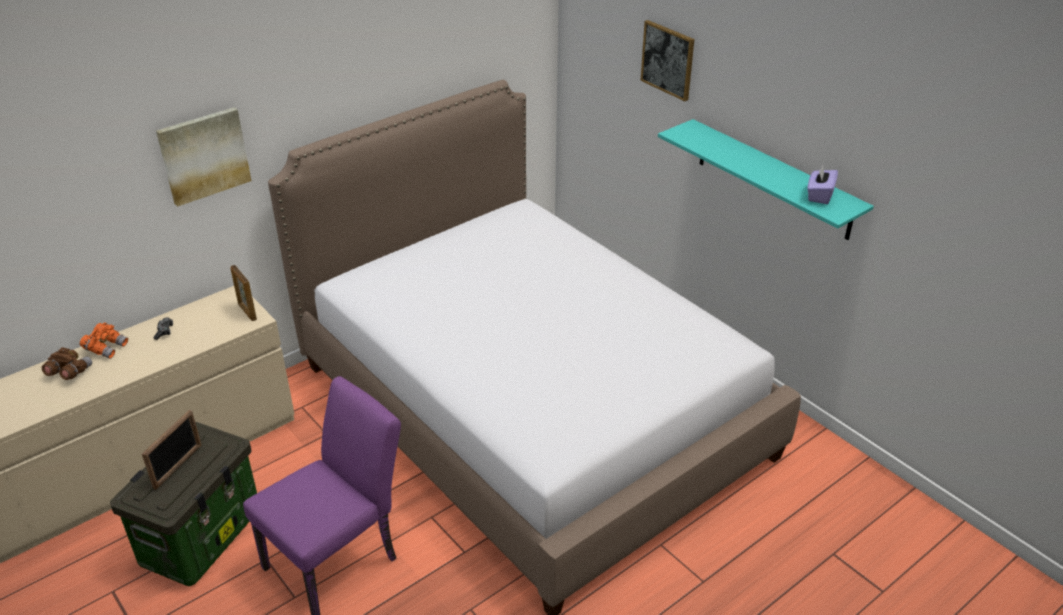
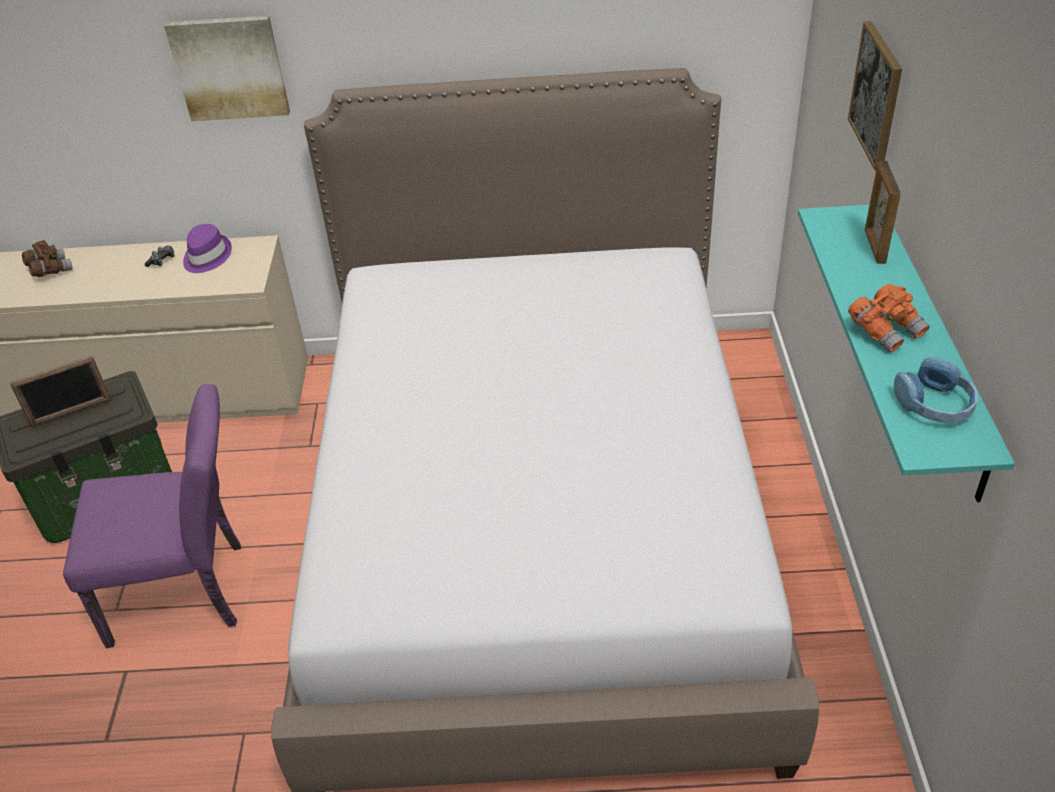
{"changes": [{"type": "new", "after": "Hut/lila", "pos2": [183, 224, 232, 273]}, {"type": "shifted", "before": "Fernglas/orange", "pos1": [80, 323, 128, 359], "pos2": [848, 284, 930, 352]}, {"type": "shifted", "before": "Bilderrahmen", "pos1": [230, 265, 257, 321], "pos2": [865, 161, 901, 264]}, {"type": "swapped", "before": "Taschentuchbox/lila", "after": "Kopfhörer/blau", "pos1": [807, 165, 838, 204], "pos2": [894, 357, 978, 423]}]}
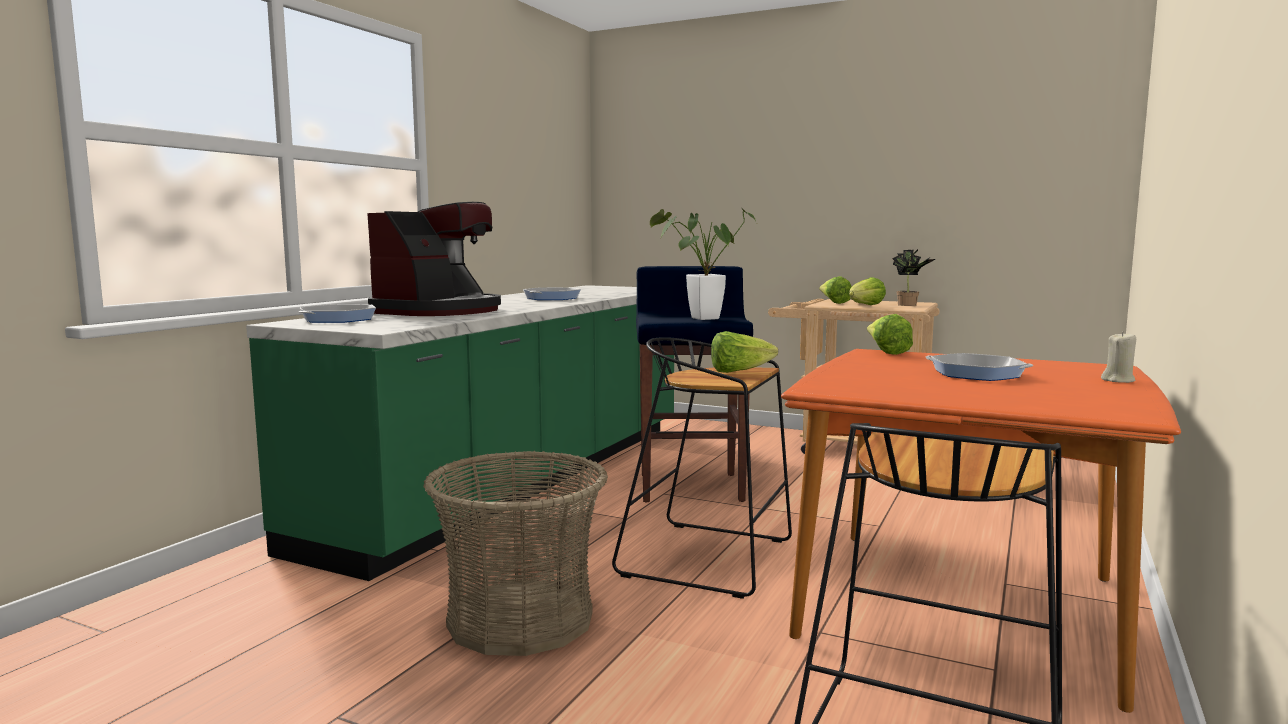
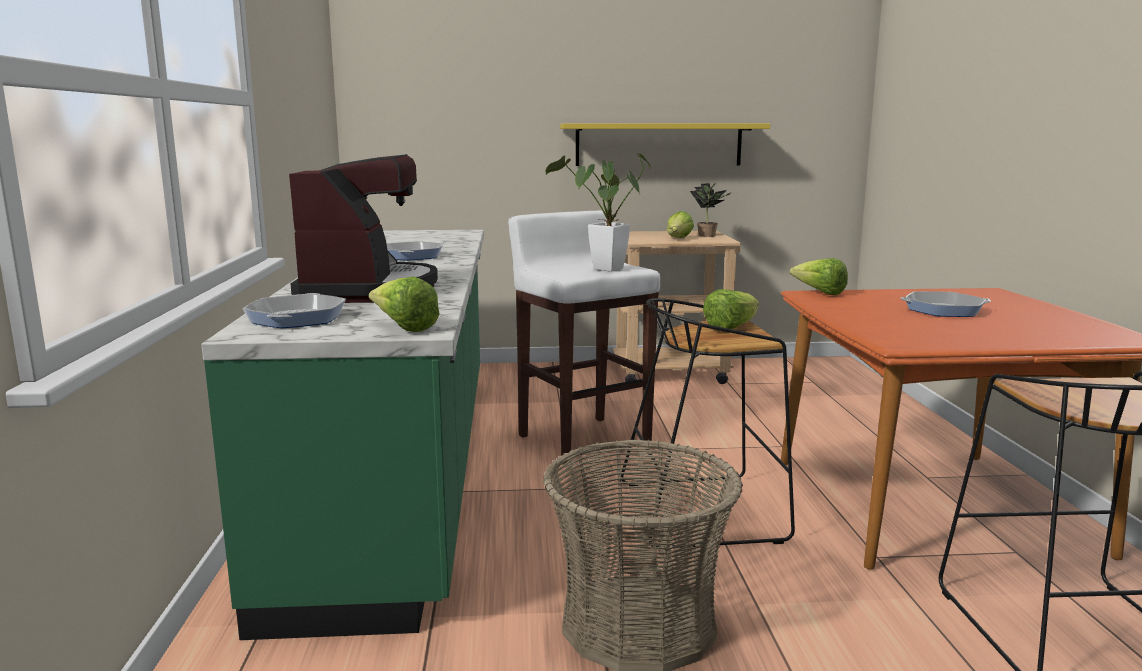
{"changes": [{"type": "gone", "before": "Kerze/beige", "pos1": [1101, 331, 1136, 383]}, {"type": "new", "after": "Wandregal/gelb", "pos2": [560, 123, 770, 166]}, {"type": "shifted", "before": "Salatkopf", "pos1": [819, 276, 852, 304], "pos2": [369, 276, 440, 332]}, {"type": "repainted", "before": "Hocker/blau", "after": "Hocker/weiß", "pos1": [636, 266, 753, 503], "pos2": [508, 210, 660, 465]}]}
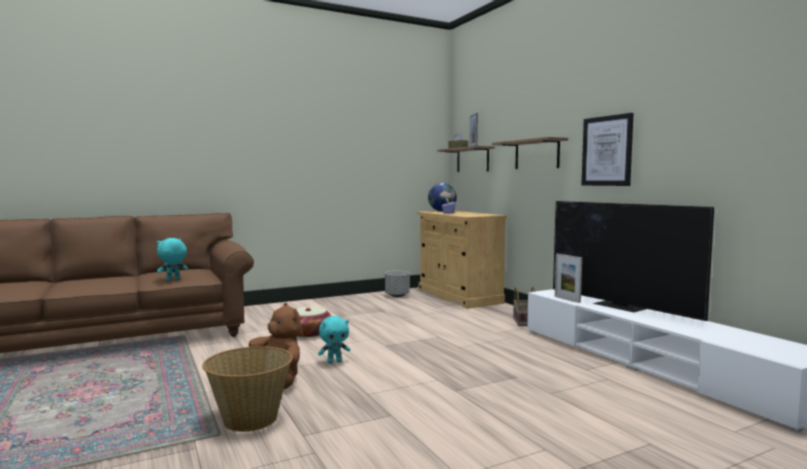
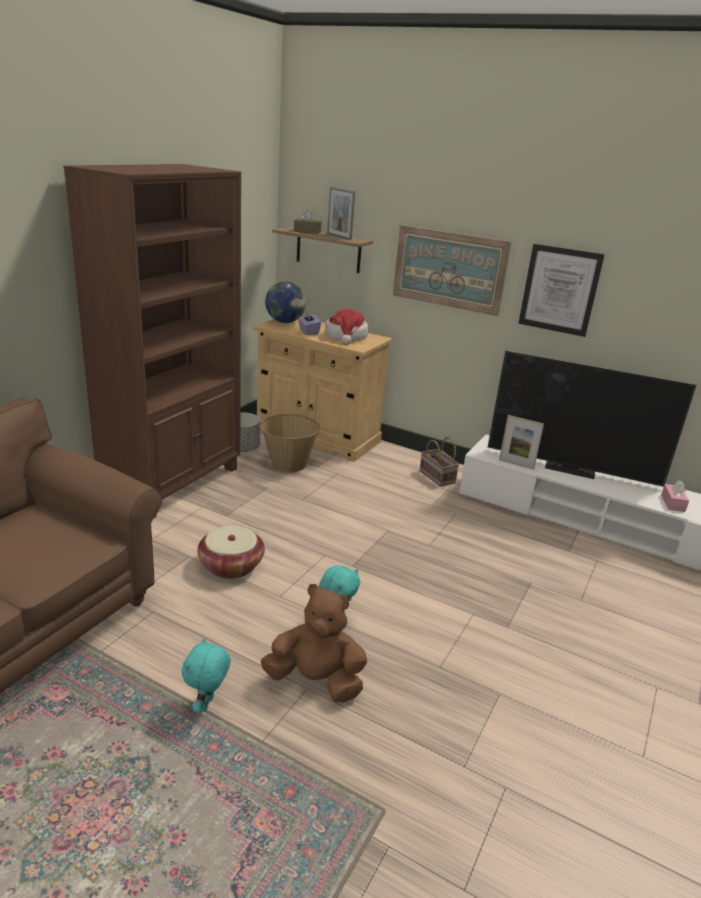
{"changes": [{"type": "new", "after": "Bücherregal/braun", "pos2": [63, 164, 241, 518]}, {"type": "new", "after": "Hut", "pos2": [325, 309, 368, 345]}, {"type": "new", "after": "Taschentuchbox/rosa", "pos2": [661, 480, 689, 512]}, {"type": "shifted", "before": "Plüschtier/türkis", "pos1": [157, 238, 188, 280], "pos2": [182, 637, 231, 713]}, {"type": "shifted", "before": "Korb", "pos1": [202, 346, 293, 432], "pos2": [260, 414, 320, 472]}, {"type": "swapped", "before": "Wandregal", "after": "Bild", "pos1": [492, 137, 568, 169], "pos2": [393, 225, 511, 316]}]}
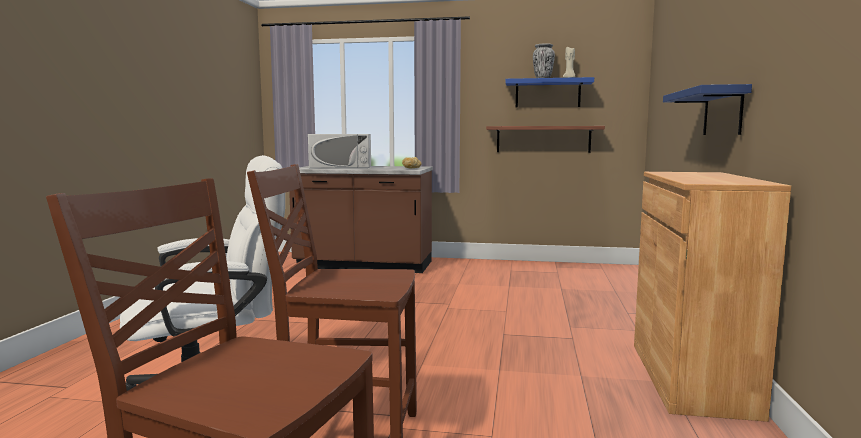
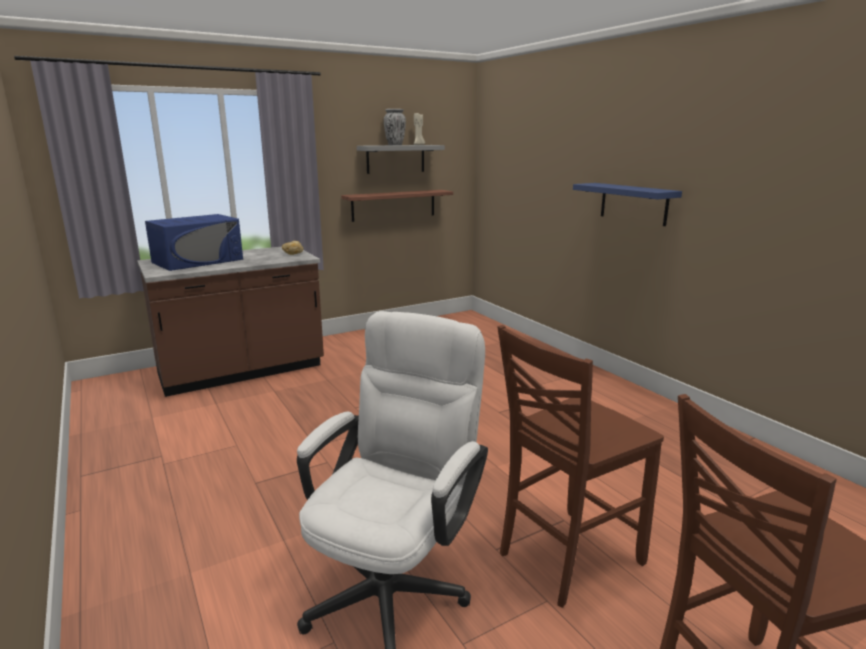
{"changes": [{"type": "gone", "before": "Schrank/braun", "pos1": [634, 172, 791, 422]}, {"type": "repainted", "before": "Mikrowelle/weiß", "after": "Mikrowelle/blau", "pos1": [308, 134, 371, 168], "pos2": [145, 214, 243, 271]}, {"type": "repainted", "before": "Wandregal/blau", "after": "Wandregal/grau", "pos1": [505, 77, 594, 107], "pos2": [357, 145, 445, 174]}]}
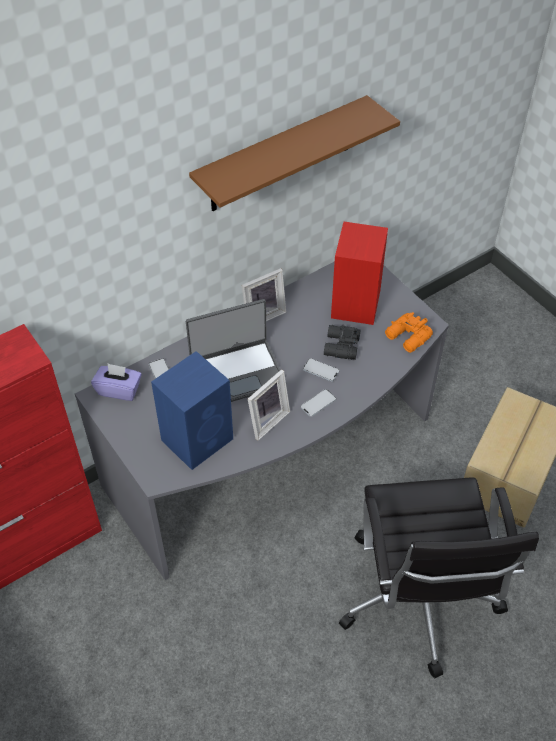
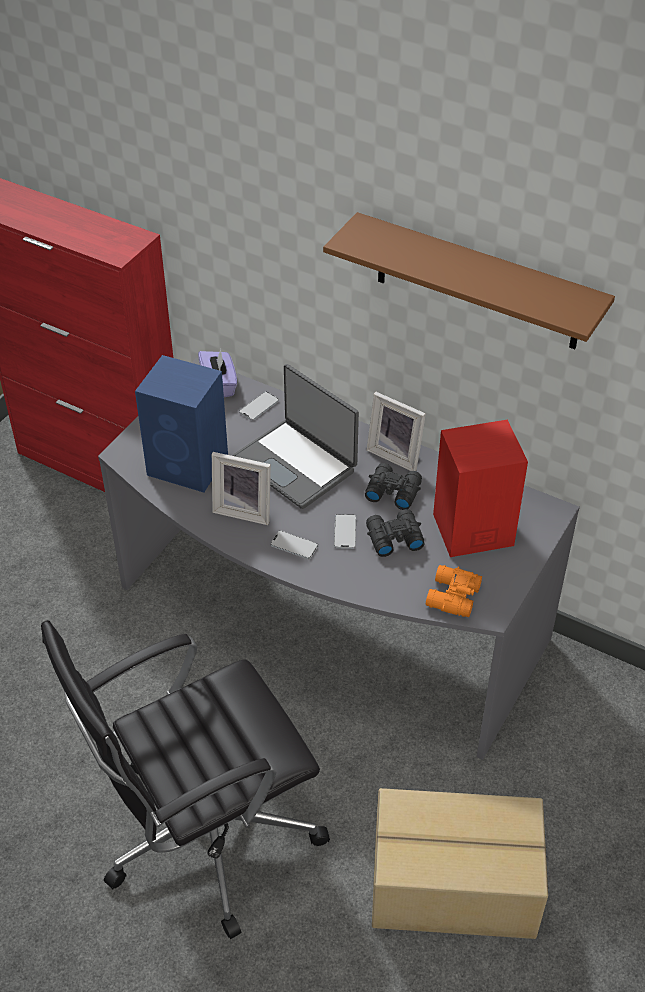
{"changes": [{"type": "new", "after": "Fernglas/schwarz", "pos2": [365, 463, 422, 510]}]}
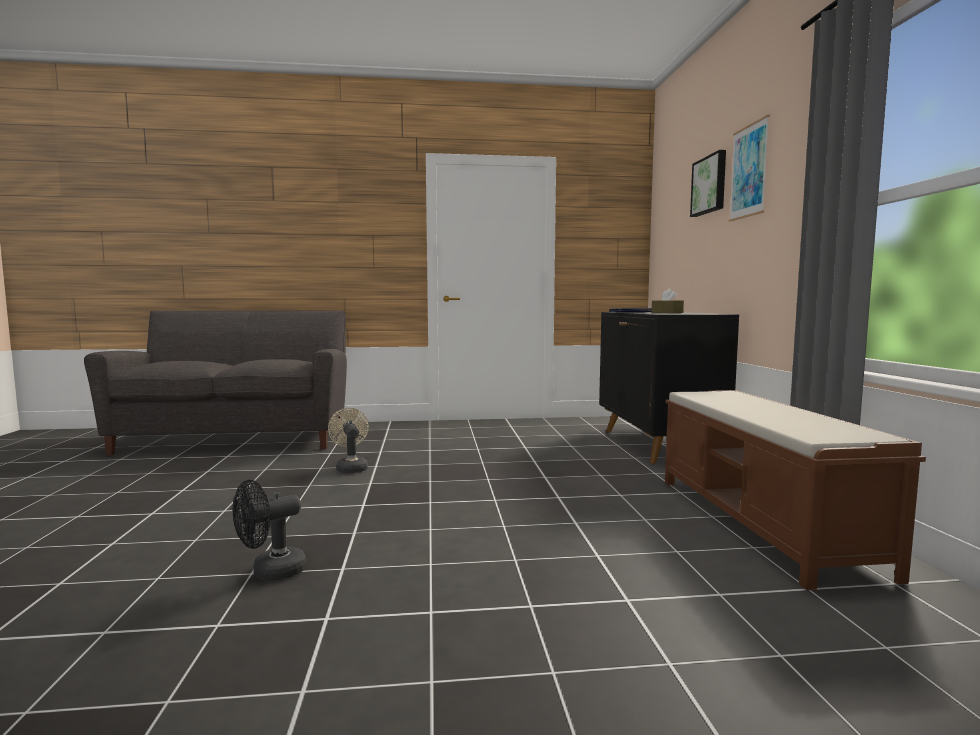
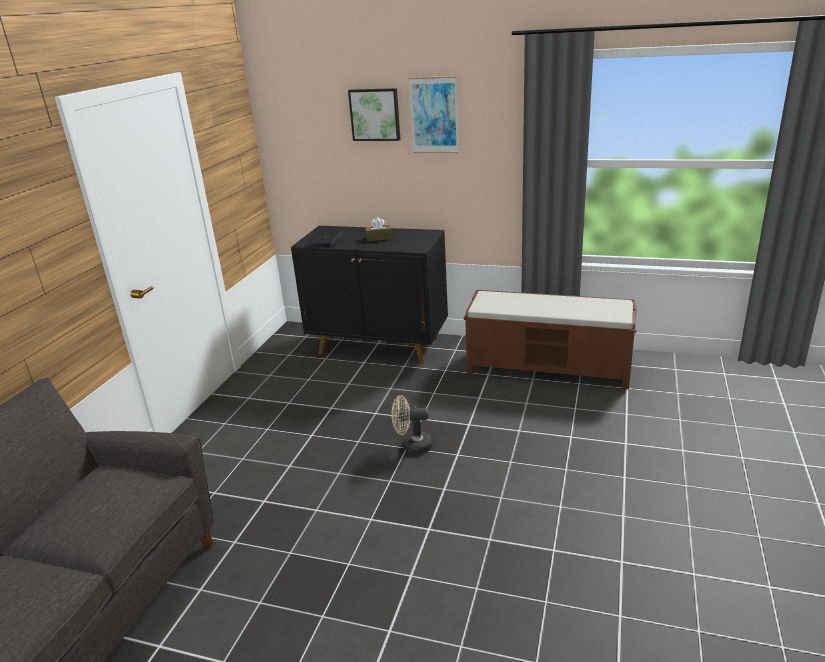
{"changes": [{"type": "gone", "before": "Ventilator/schwarz", "pos1": [233, 480, 306, 581]}, {"type": "shifted", "before": "Ventilator/beige", "pos1": [328, 408, 369, 473], "pos2": [392, 395, 432, 454]}]}
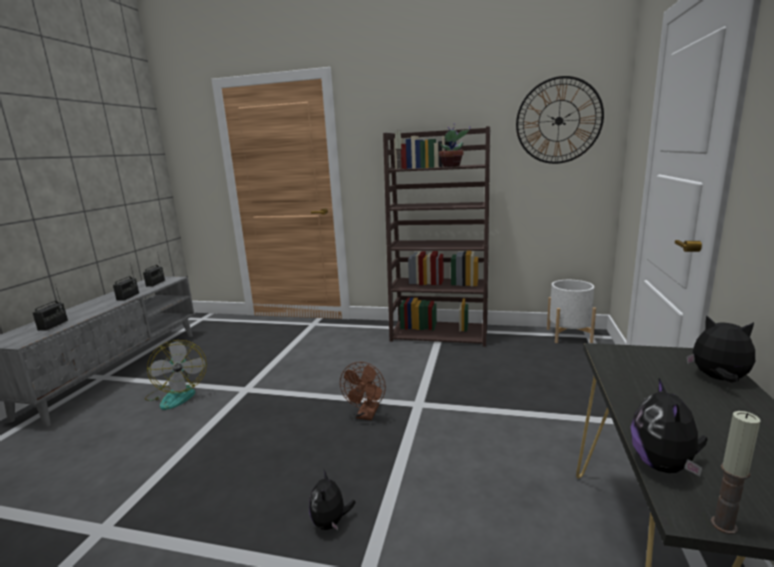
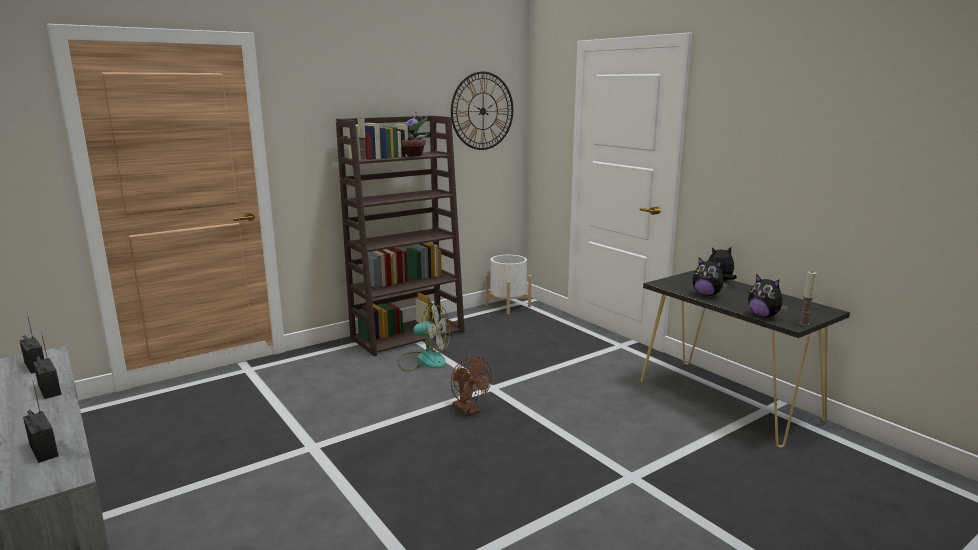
{"changes": [{"type": "shifted", "before": "Ventilator", "pos1": [145, 340, 207, 410], "pos2": [398, 303, 450, 371]}, {"type": "shifted", "before": "Plüschtier", "pos1": [309, 470, 356, 530], "pos2": [693, 257, 729, 296]}]}
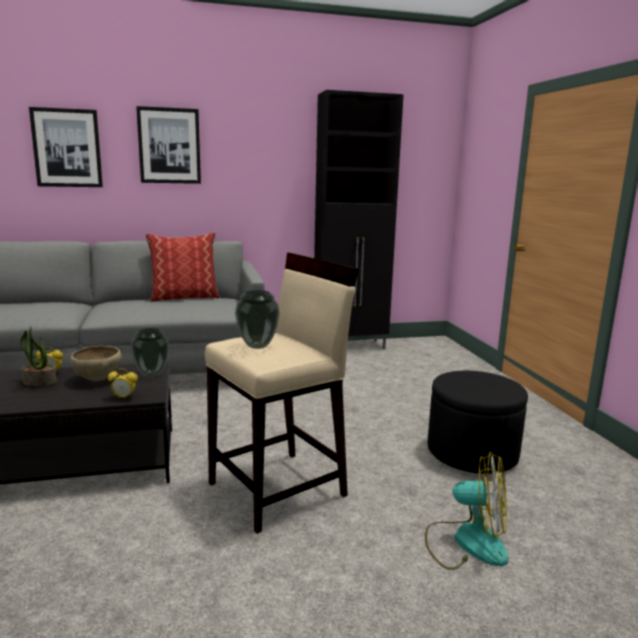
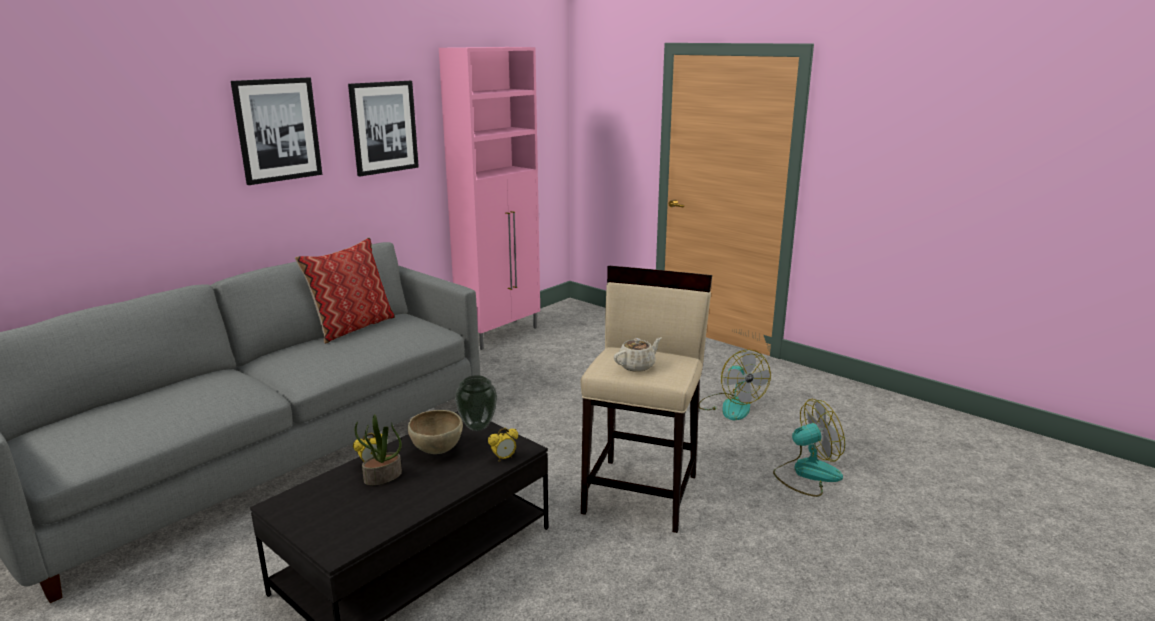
{"changes": [{"type": "shifted", "before": "Bild", "pos1": [29, 107, 103, 187], "pos2": [348, 81, 419, 176]}, {"type": "swapped", "before": "Vase", "after": "Teekanne/beige", "pos1": [235, 290, 280, 349], "pos2": [614, 337, 662, 372]}, {"type": "swapped", "before": "Polsterhocker/schwarz", "after": "Ventilator", "pos1": [428, 371, 528, 474], "pos2": [699, 349, 771, 420]}, {"type": "repainted", "before": "Schrank/schwarz", "after": "Schrank/rosa", "pos1": [314, 90, 404, 349], "pos2": [439, 47, 540, 350]}]}
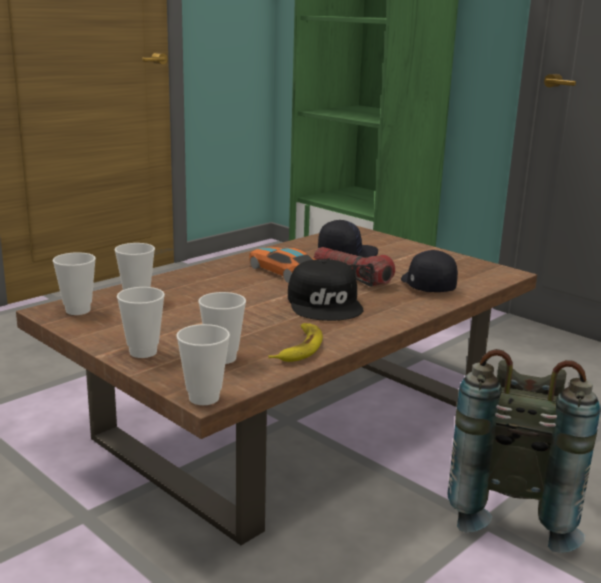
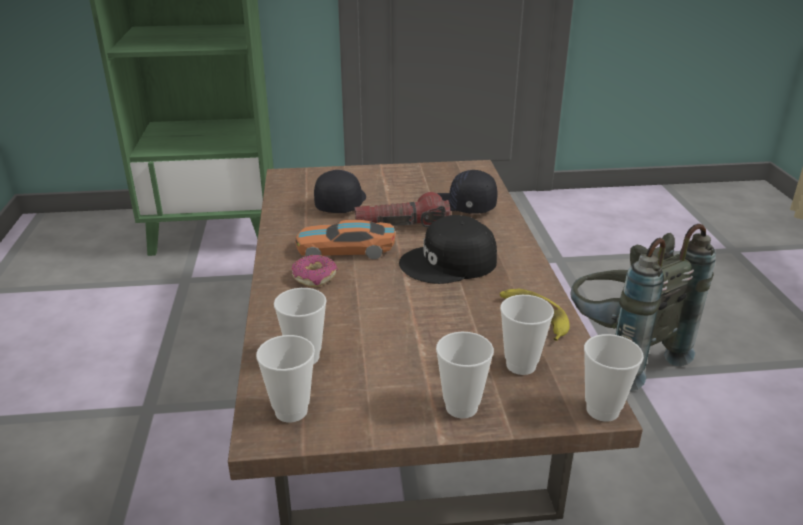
{"changes": [{"type": "new", "after": "Donut", "pos2": [292, 255, 338, 287]}, {"type": "rotated", "before": "Kappe/schwarz", "pos1": [288, 259, 364, 321], "pos2": [399, 215, 497, 284], "turn": 135}]}
